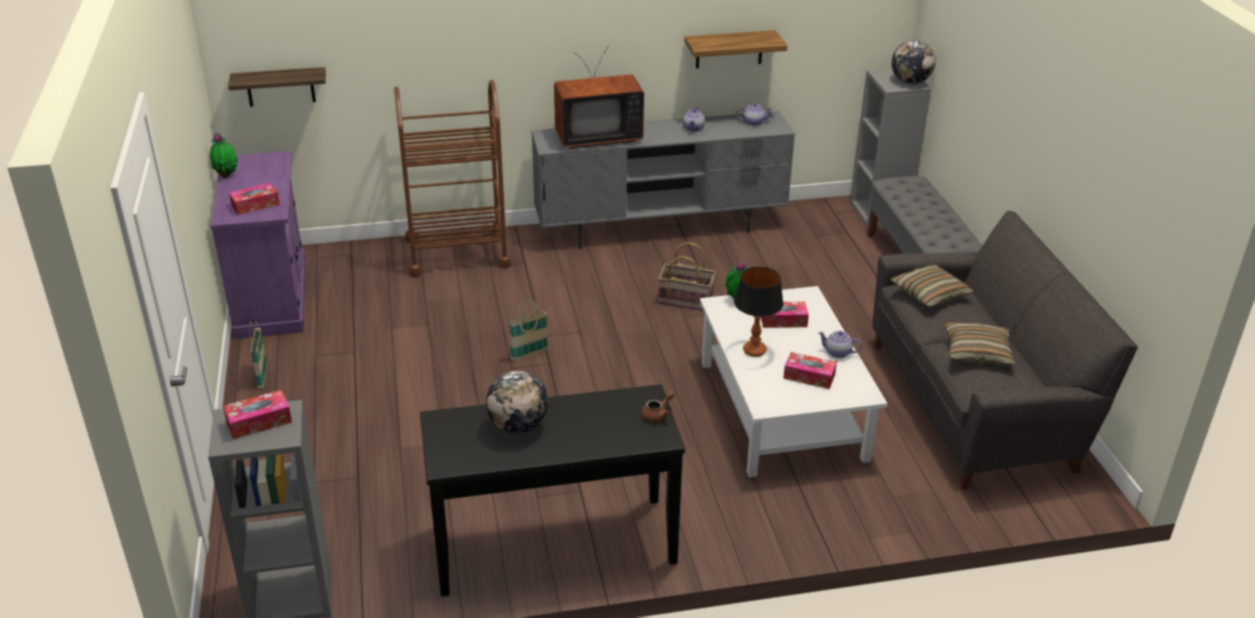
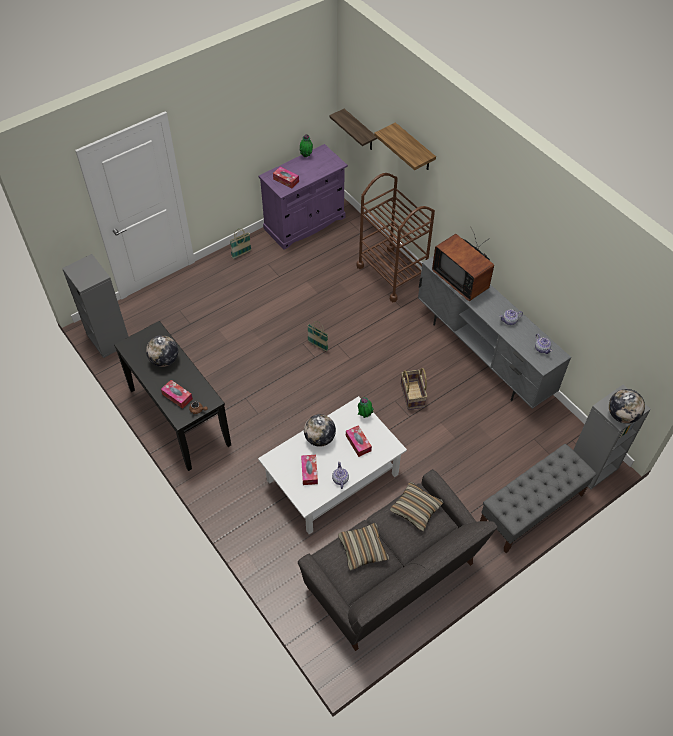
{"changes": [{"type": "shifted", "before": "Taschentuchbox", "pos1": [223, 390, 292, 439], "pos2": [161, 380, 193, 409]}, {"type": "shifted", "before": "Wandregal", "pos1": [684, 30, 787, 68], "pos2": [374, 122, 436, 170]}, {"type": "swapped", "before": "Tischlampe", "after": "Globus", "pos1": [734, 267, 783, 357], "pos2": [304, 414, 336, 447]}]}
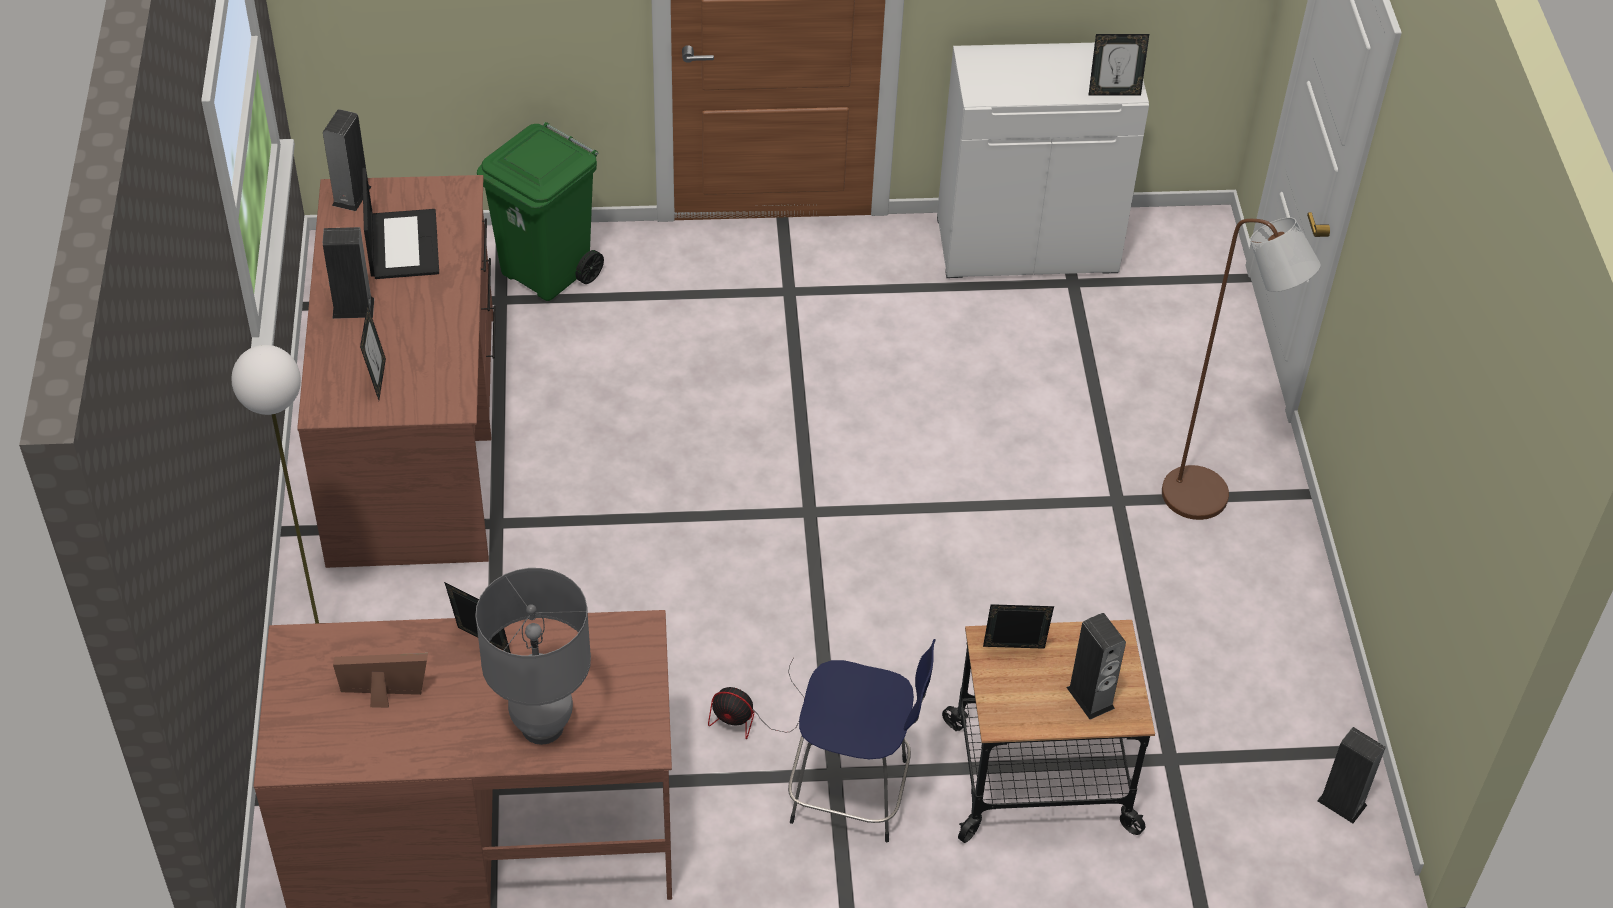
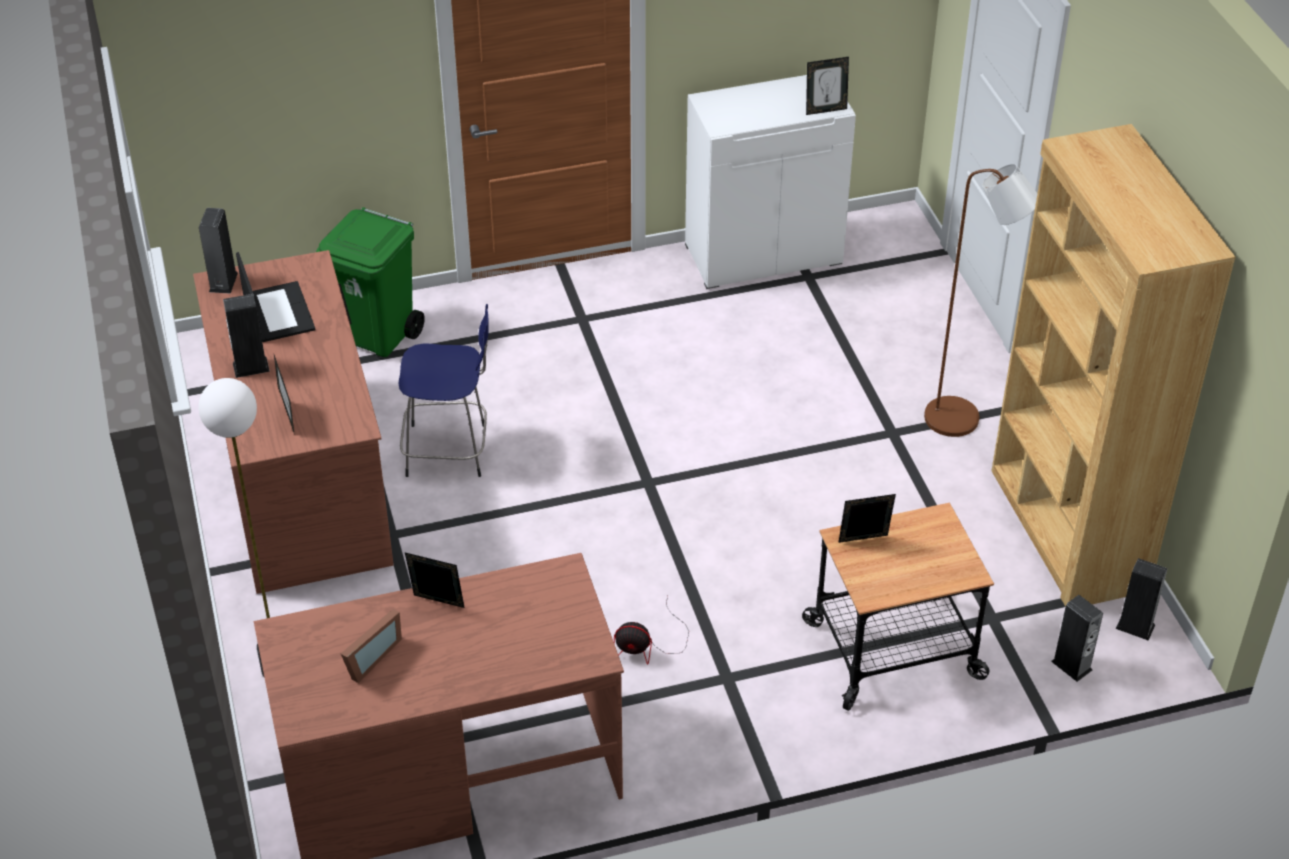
{"changes": [{"type": "gone", "before": "Tischlampe/grau", "pos1": [475, 568, 591, 745]}, {"type": "new", "after": "Bücherregal/braun", "pos2": [992, 124, 1235, 607]}, {"type": "shifted", "before": "Hocker/blau", "pos1": [788, 639, 936, 842], "pos2": [399, 304, 489, 477]}, {"type": "shifted", "before": "Lautsprecher", "pos1": [1066, 613, 1126, 720], "pos2": [1051, 595, 1103, 682]}, {"type": "rotated", "before": "Bilderrahmen", "pos1": [333, 653, 428, 708], "pos2": [341, 609, 402, 683], "turn": 135}]}
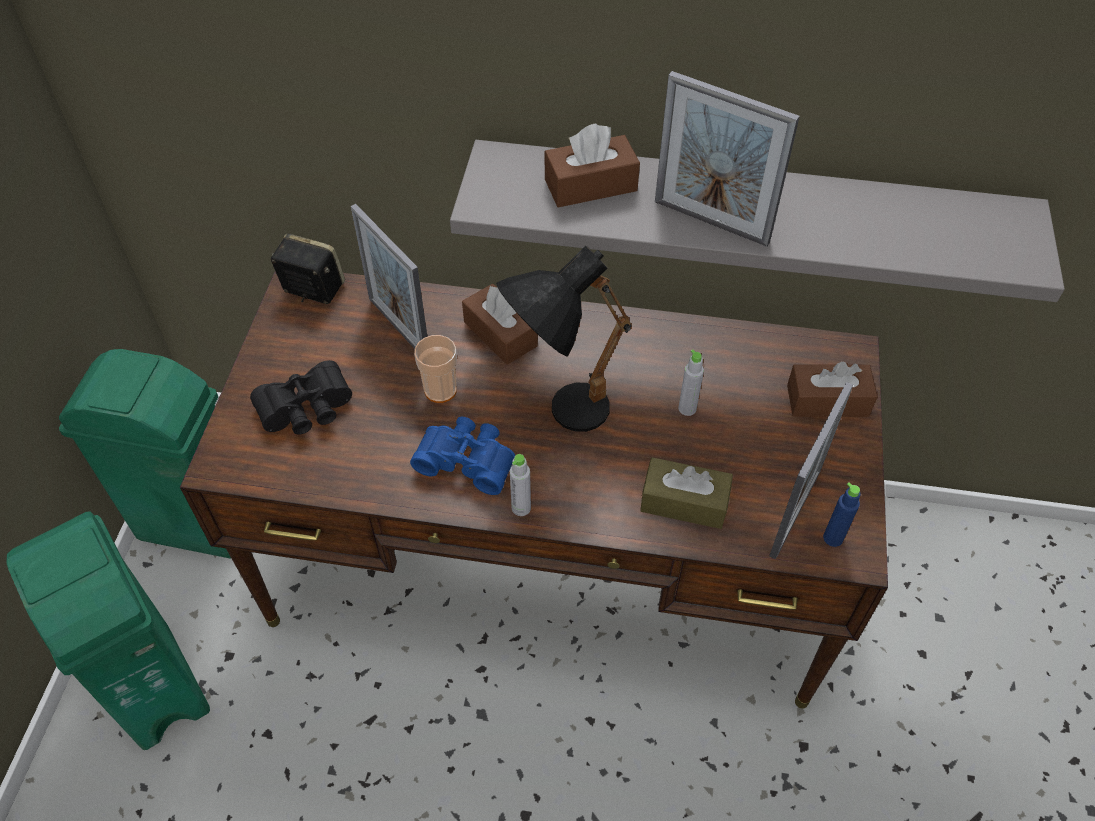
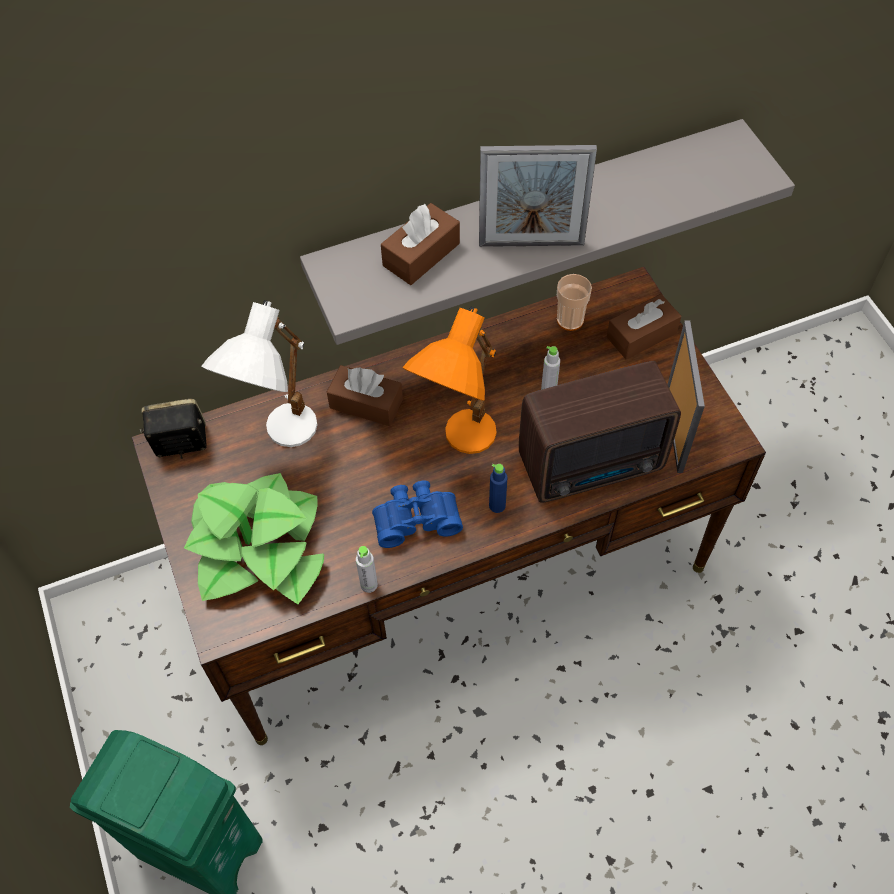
{"changes": [{"type": "gone", "before": "Mülleimer/grün", "pos1": [59, 349, 231, 559]}, {"type": "shifted", "before": "Tasse", "pos1": [414, 335, 457, 403], "pos2": [557, 274, 592, 331]}, {"type": "shifted", "before": "Flasche/grau", "pos1": [510, 454, 531, 516], "pos2": [356, 546, 378, 593]}, {"type": "shifted", "before": "Flasche/blau", "pos1": [823, 482, 860, 547], "pos2": [489, 464, 507, 513]}, {"type": "swapped", "before": "Fernglas/schwarz", "after": "Topfpflanze", "pos1": [250, 360, 352, 435], "pos2": [184, 473, 324, 604]}, {"type": "swapped", "before": "Bilderrahmen", "after": "Tischlampe/weiß", "pos1": [351, 204, 427, 349], "pos2": [202, 300, 317, 447]}, {"type": "swapped", "before": "Taschentuchbox/braun", "after": "Radio", "pos1": [640, 457, 733, 529], "pos2": [519, 361, 681, 503]}, {"type": "repainted", "before": "Tischlampe/schwarz", "after": "Tischlampe/orange", "pos1": [496, 246, 632, 432], "pos2": [402, 306, 497, 454]}]}
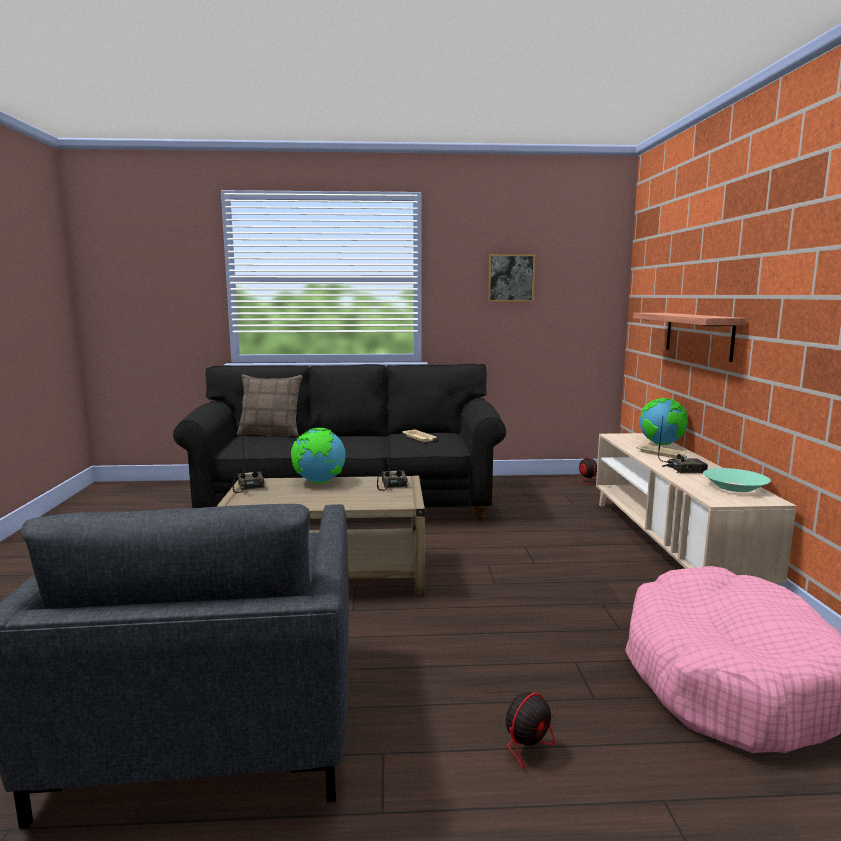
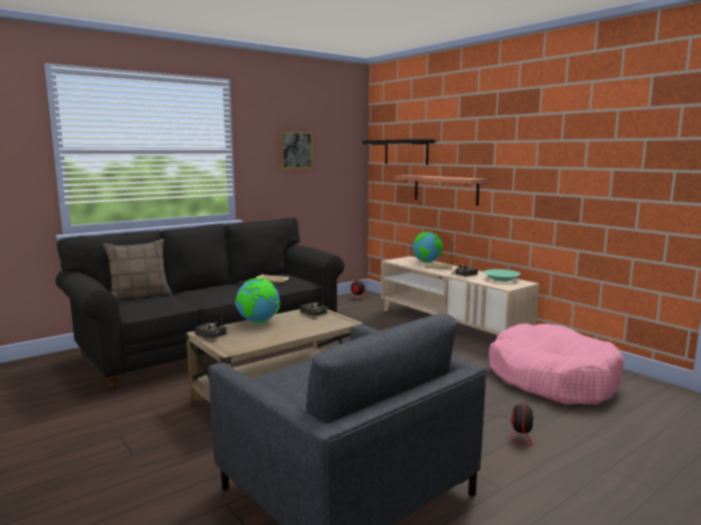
{"changes": [{"type": "new", "after": "Wandregal/schwarz", "pos2": [362, 139, 435, 165]}]}
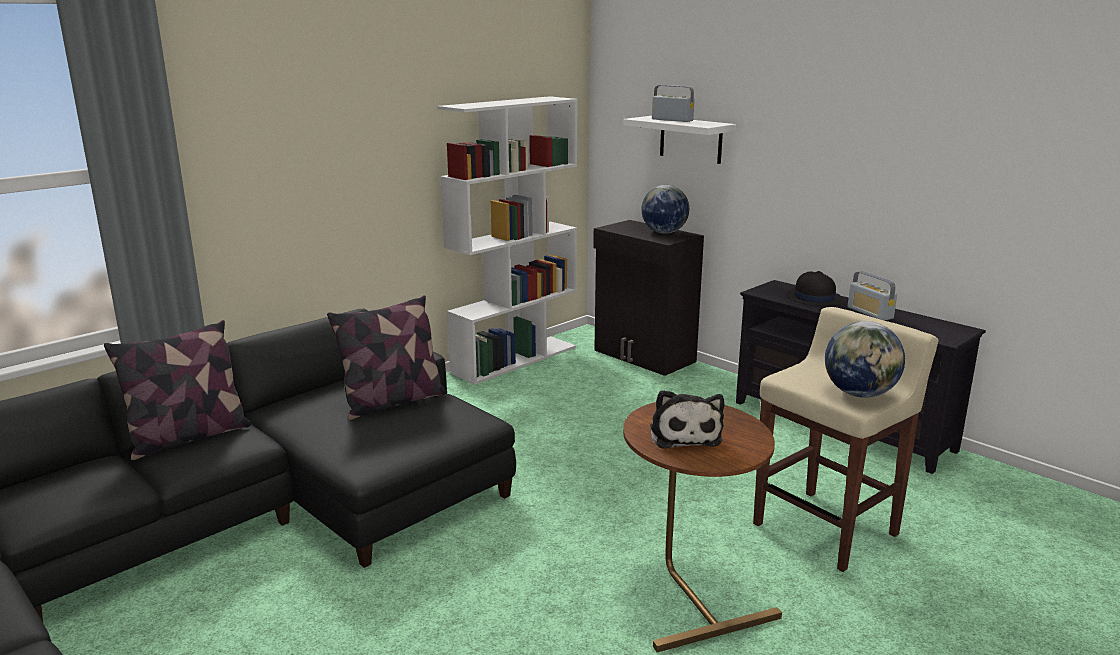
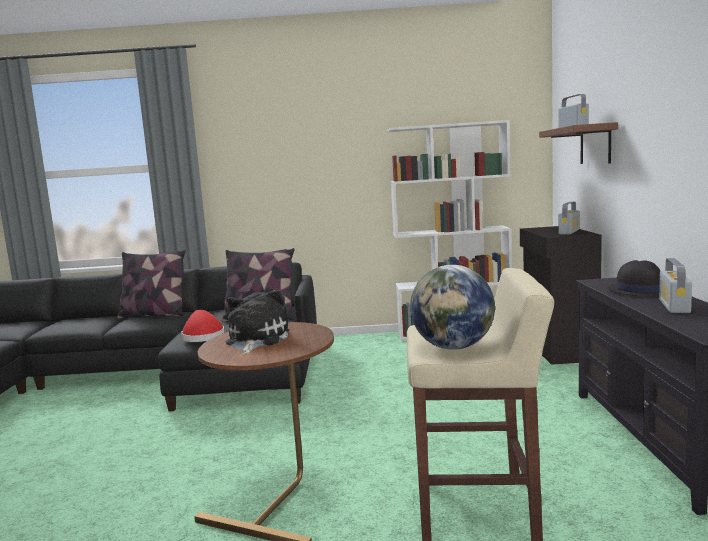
{"changes": [{"type": "new", "after": "Hut/rot", "pos2": [181, 310, 224, 342]}, {"type": "swapped", "before": "Globus", "after": "Radio", "pos1": [641, 185, 689, 234], "pos2": [558, 201, 579, 234]}, {"type": "repainted", "before": "Wandregal/weiß", "after": "Wandregal/braun", "pos1": [623, 116, 736, 164], "pos2": [539, 122, 618, 164]}, {"type": "rotated", "before": "Plüschtier", "pos1": [650, 390, 724, 449], "pos2": [226, 290, 289, 354], "turn": 150}]}
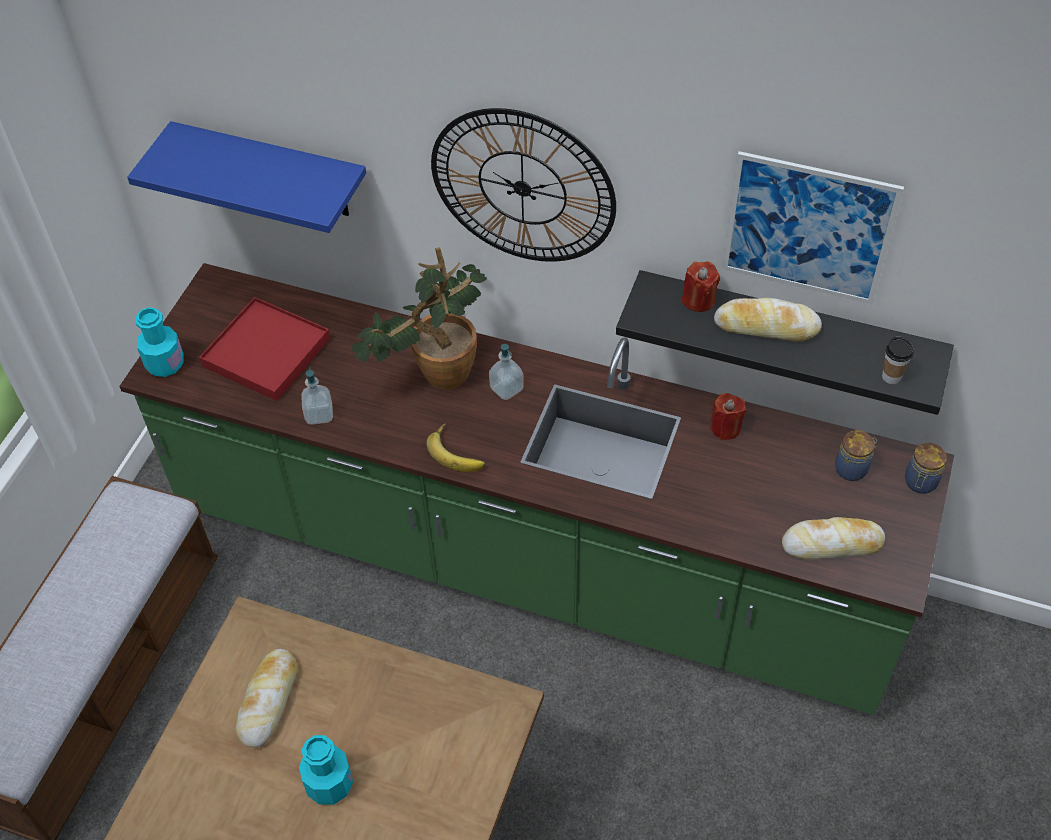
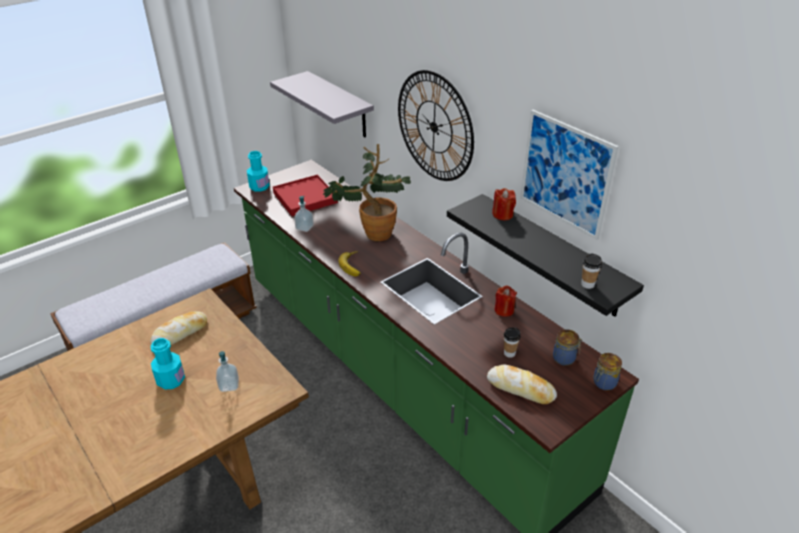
{"changes": [{"type": "gone", "before": "Brot", "pos1": [714, 298, 822, 341]}, {"type": "new", "after": "Tasse", "pos2": [504, 327, 521, 358]}, {"type": "shifted", "before": "Seifenspender", "pos1": [489, 344, 524, 400], "pos2": [216, 351, 239, 392]}, {"type": "repainted", "before": "Wandregal/blau", "after": "Wandregal/grau", "pos1": [127, 121, 366, 233], "pos2": [270, 71, 374, 137]}]}
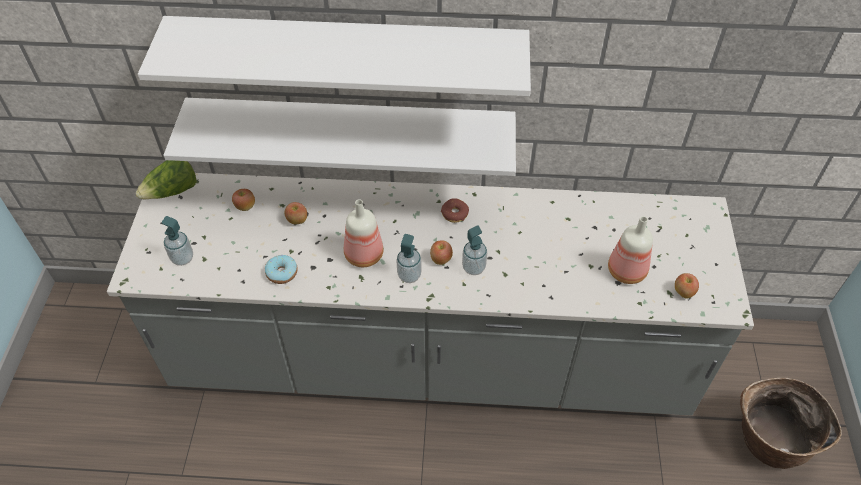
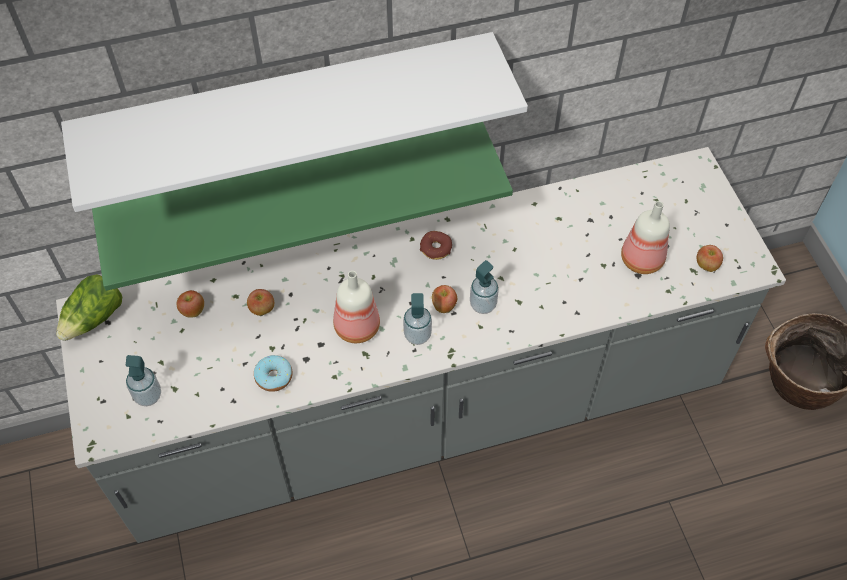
{"changes": [{"type": "repainted", "before": "Wandregal/weiß", "after": "Wandregal/grün", "pos1": [163, 98, 516, 176], "pos2": [92, 122, 513, 291]}]}
